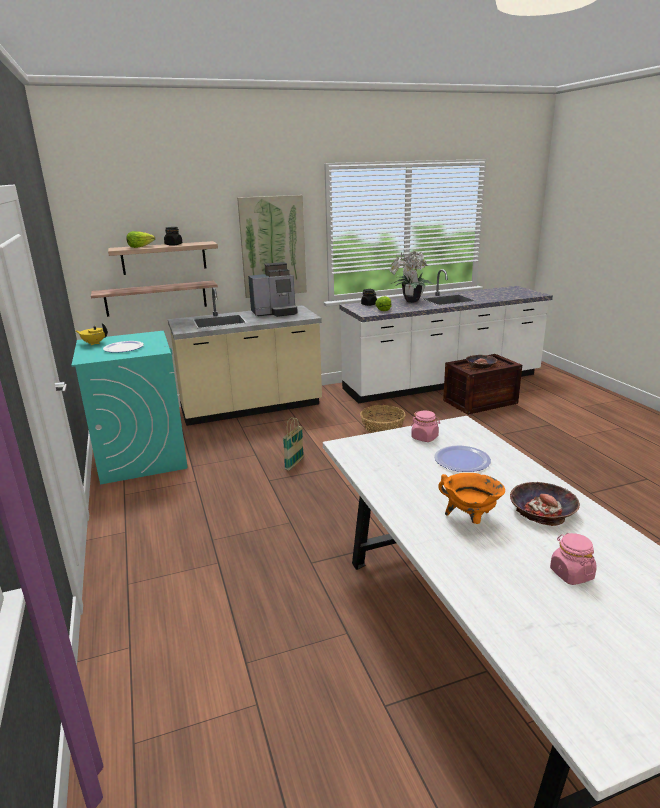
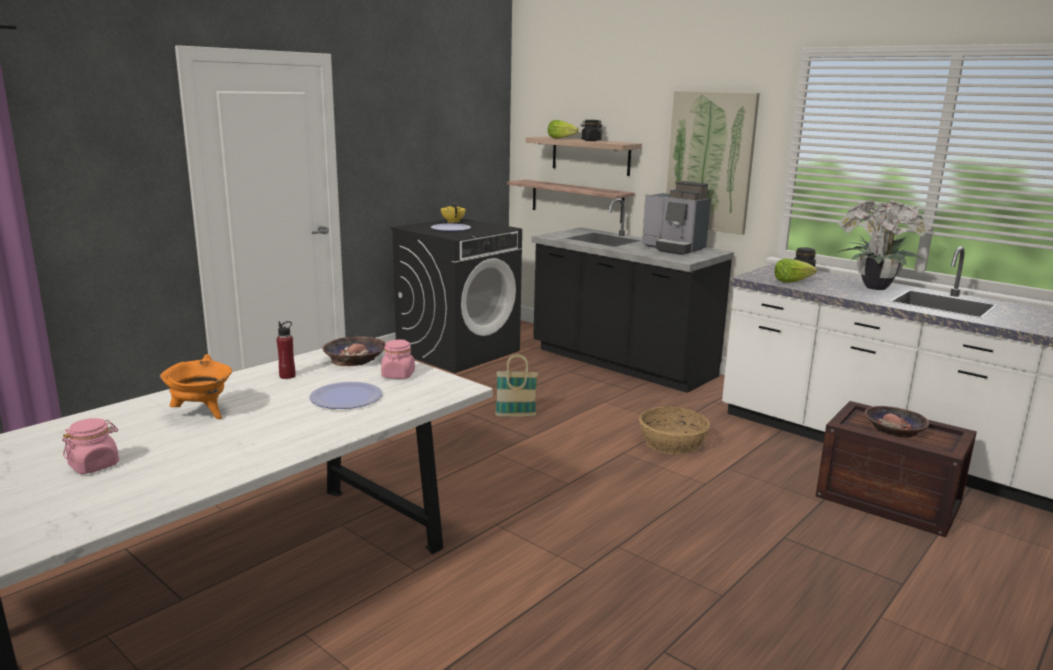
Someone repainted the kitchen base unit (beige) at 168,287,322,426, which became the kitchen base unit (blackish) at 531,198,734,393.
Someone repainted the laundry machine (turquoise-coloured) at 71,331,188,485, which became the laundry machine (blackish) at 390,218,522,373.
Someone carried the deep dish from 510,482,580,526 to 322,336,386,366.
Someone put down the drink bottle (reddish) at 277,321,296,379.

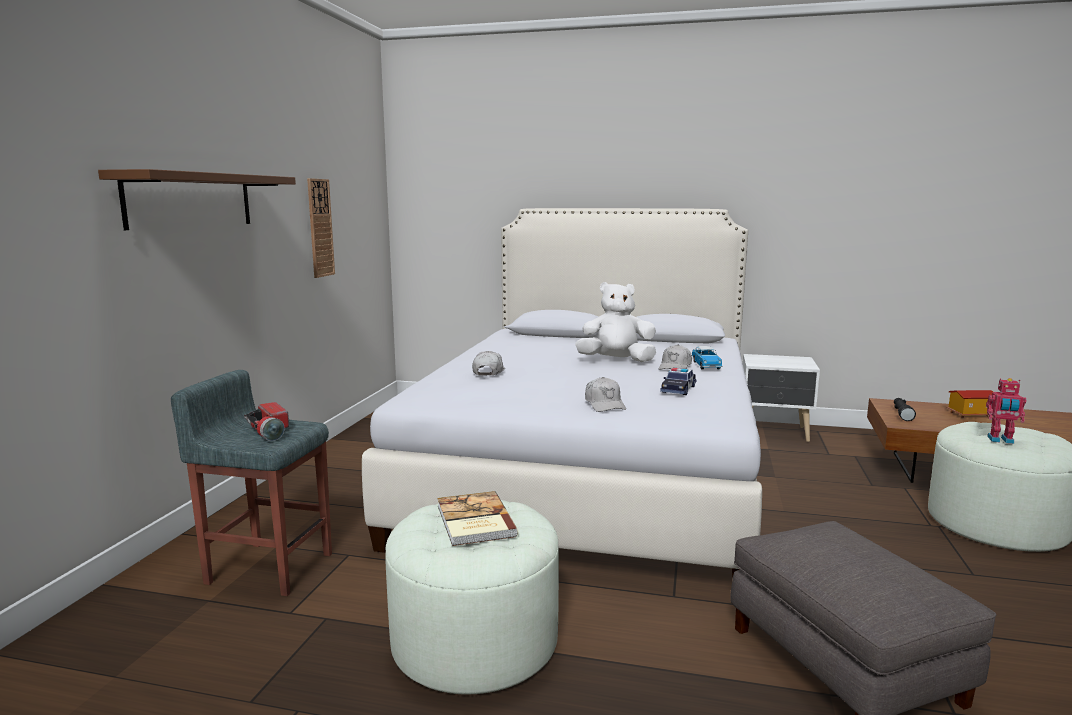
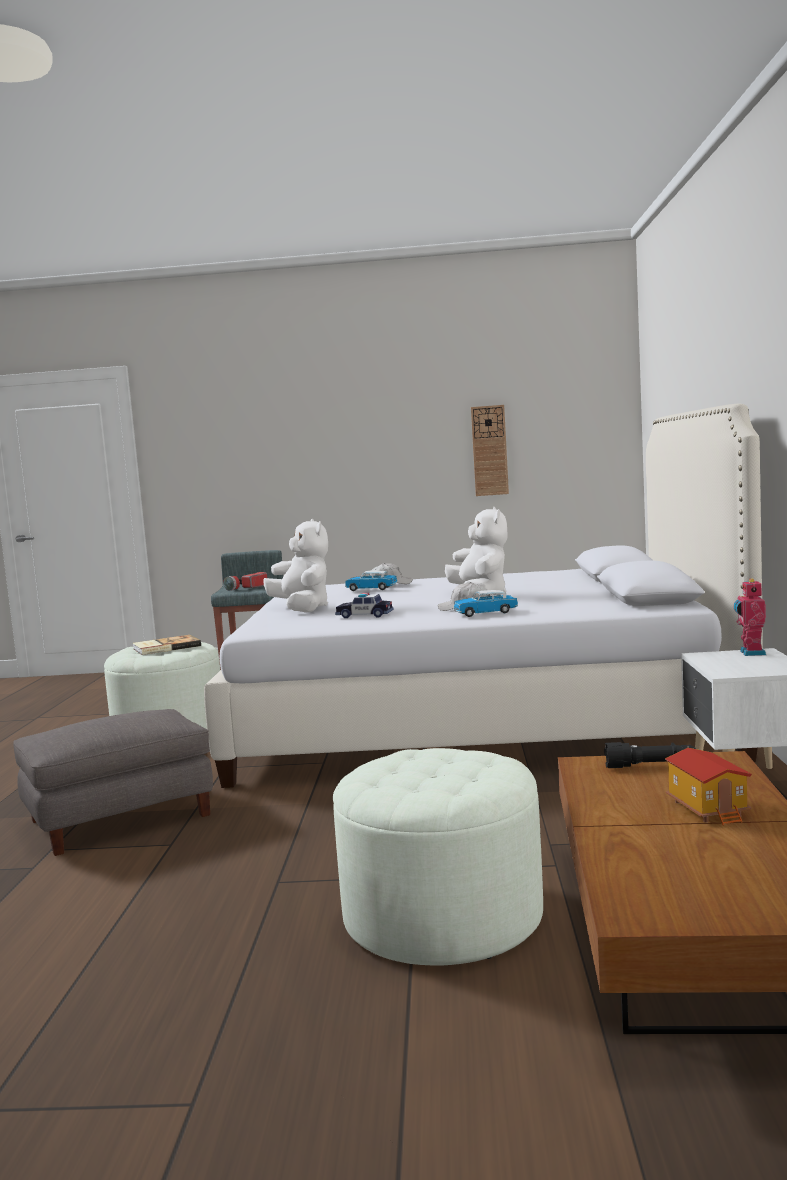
Someone took away the bracket shelf (brown-coloured) at 98,169,296,230.
Someone swapped the peaked cap (white-coloured) at 585,377,626,412 for the plush toy (white-coloured) at 263,519,328,613.
Someone carried the model robot from 986,378,1026,444 to 734,579,766,656.
Someone put down the toy car at 345,570,398,591.

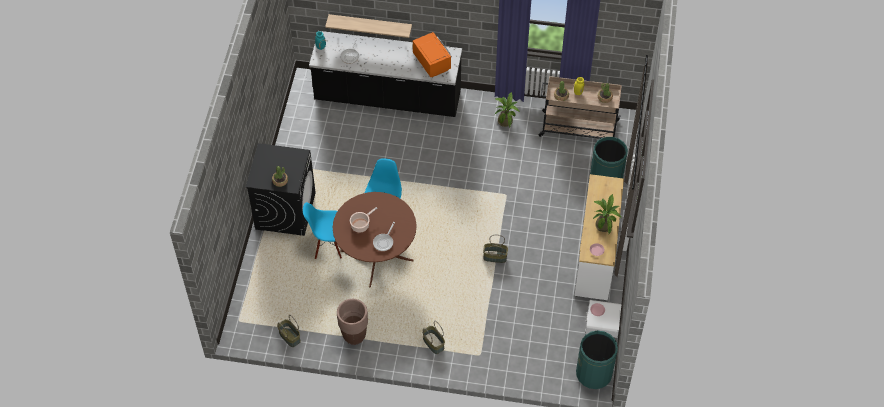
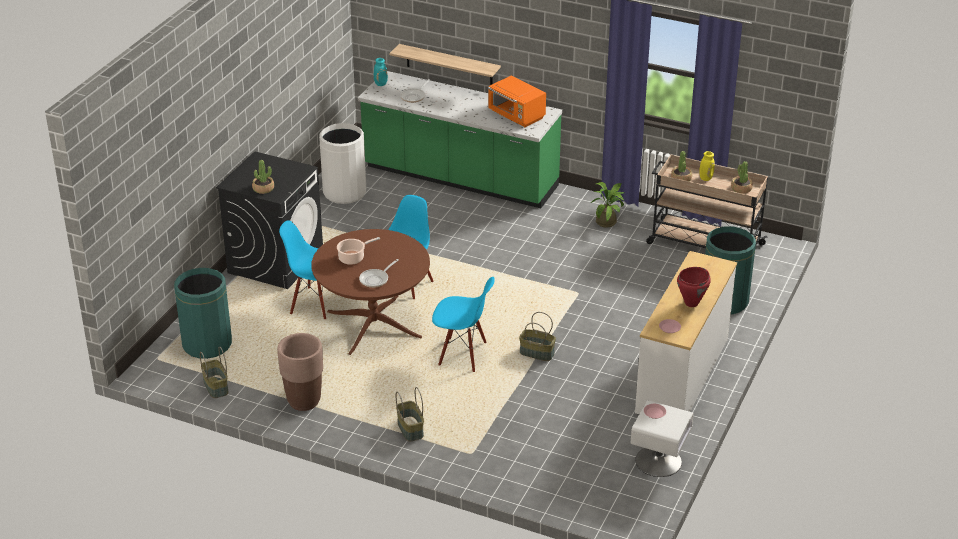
Someone repainted the kitchen base unit (blackish) at 309,31,462,117, which became the kitchen base unit (green) at 358,71,562,208.
Someone rotated the microwave (orange) at 413,32,452,77 by 150 degrees clockwise.
Someone swapped the potted plant at 593,194,621,234 for the cooking pot (reddish) at 677,267,711,307.
Someone carried the trash can (green) from 576,330,618,389 to 174,268,232,359.
Someone put down the trash can (white-coloured) at 319,123,366,204.
Someone put down the plain chair (blue-coloured) at 432,277,495,372.

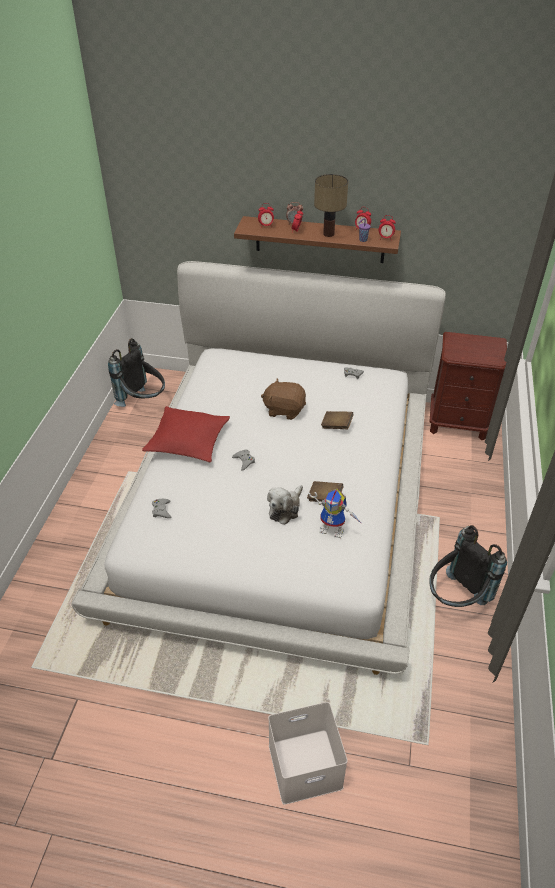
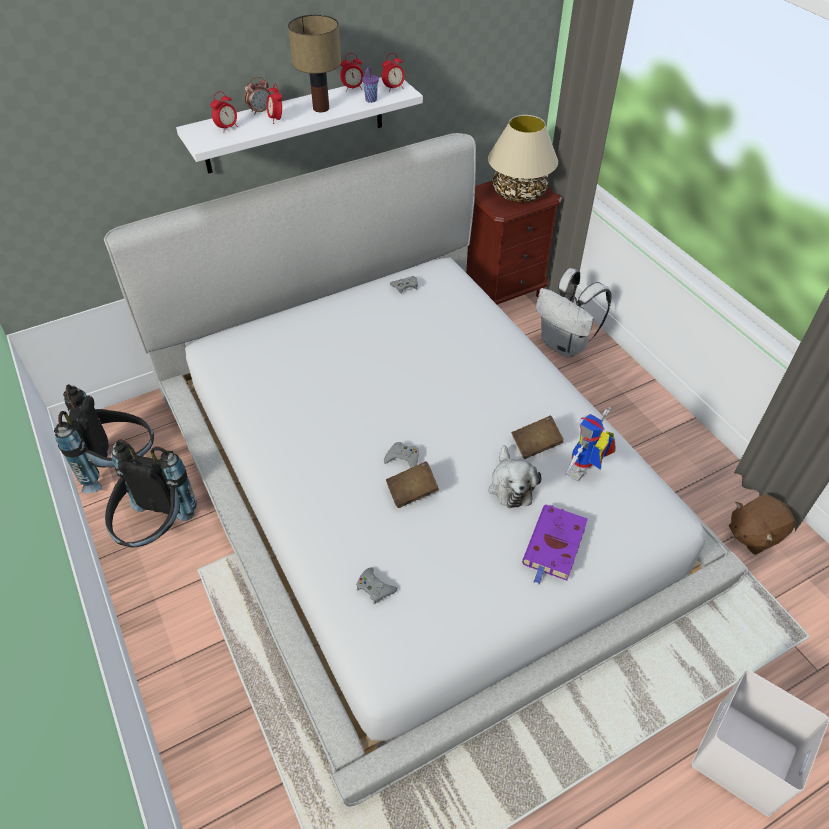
Someone repainted the bracket shelf (brown-coloured) at 234,216,401,263, which became the bracket shelf (white-coloured) at 176,77,423,174.
Someone carried the plush toy (brown-coloured) from 261,378,306,420 to 728,494,796,555.
Someone took away the cushion (reddish) at 142,406,230,463.
Someone carried the bound book (brown-coloured) from 321,411,354,429 to 386,461,439,508.
Someone rotated the model robot at 309,489,362,538 by 150 degrees clockwise.
Someone carried the knapsack (blackish) from 429,525,507,607 to 105,439,197,548.
Someone put down the tabletop lamp (beige) at 488,115,558,202.
Someone put down the knapsack (white-coloured) at 536,268,612,358.
Someone put down the bound book (purple-coloured) at 522,505,588,585.

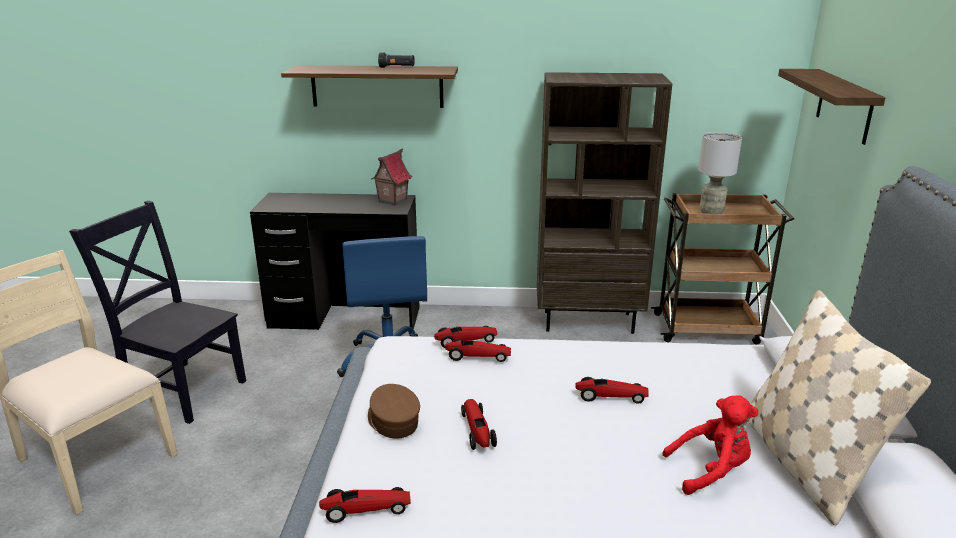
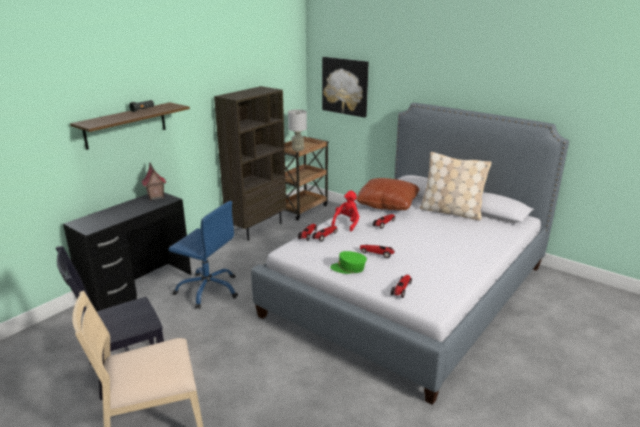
Someone swapped the bracket shelf at 778,69,885,145 for the picture at 322,57,369,118.
Someone repainted the peaked cap (brown-coloured) at 368,384,420,439, which became the peaked cap (green) at 330,251,367,274.
Someone carried the plush toy (reddish) from 662,396,759,495 to 331,191,359,231.
Someone put down the cushion (brown-coloured) at 356,178,420,210.

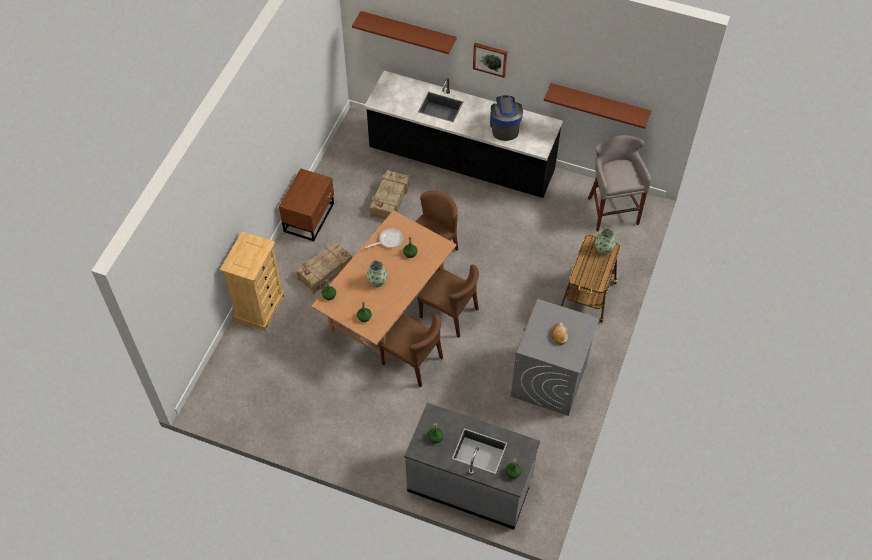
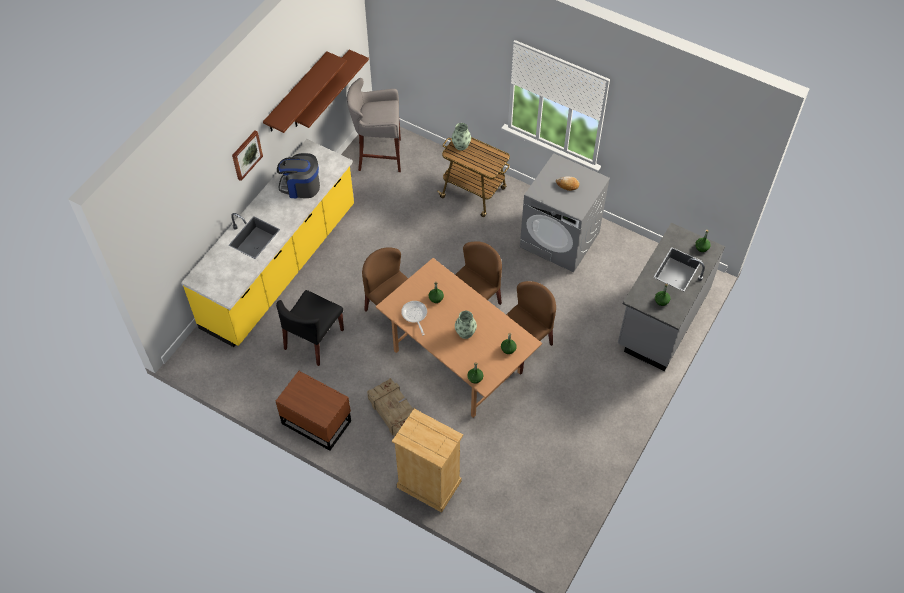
Someone carried the bracket shelf (brown-coloured) from 352,11,457,54 to 263,52,347,133.
Someone repainted the kitchen base unit (blackish) at 364,71,563,198, which became the kitchen base unit (yellow-coloured) at 181,139,354,347.
Someone swapped the crate at 370,170,409,219 for the plain chair (blackish) at 276,290,344,366.

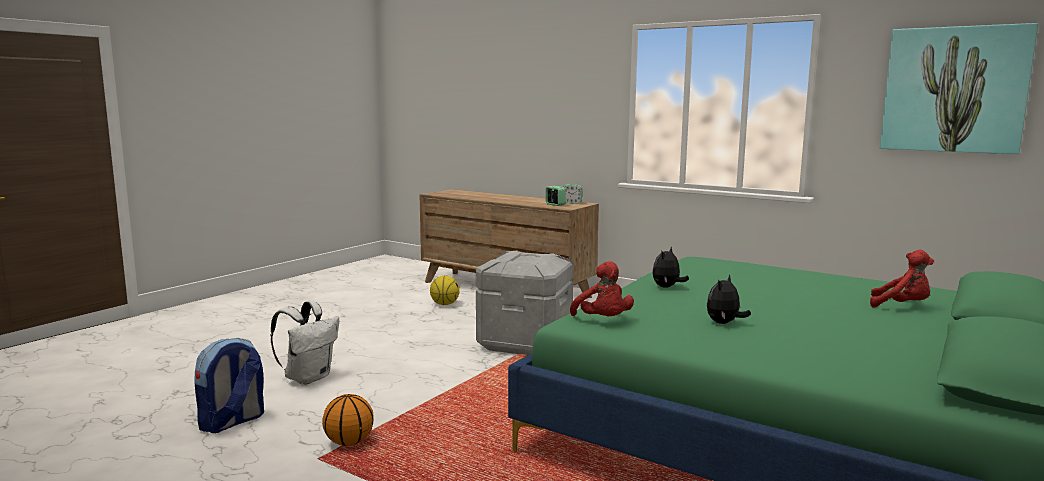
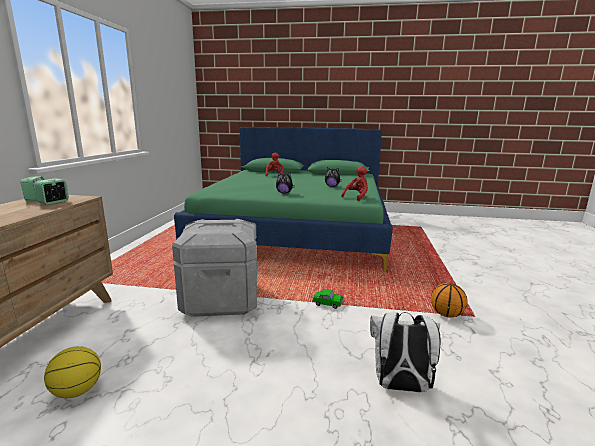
Someone took away the picture at 880,23,1038,154.
Someone took away the knapsack at 194,338,264,433.
Someone put down the toy car at 312,289,343,309.

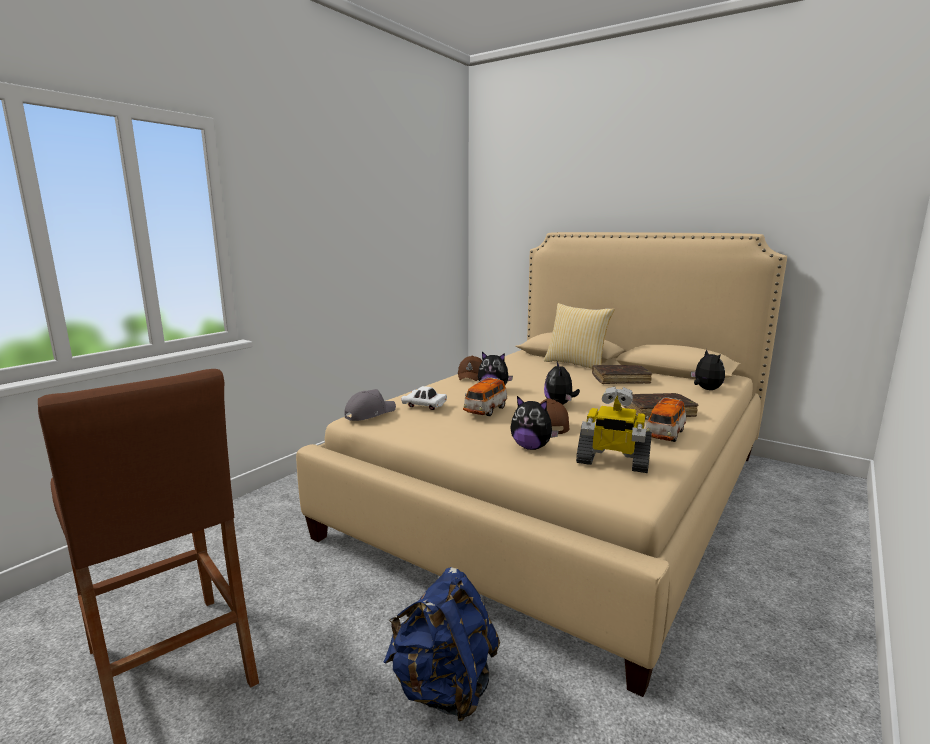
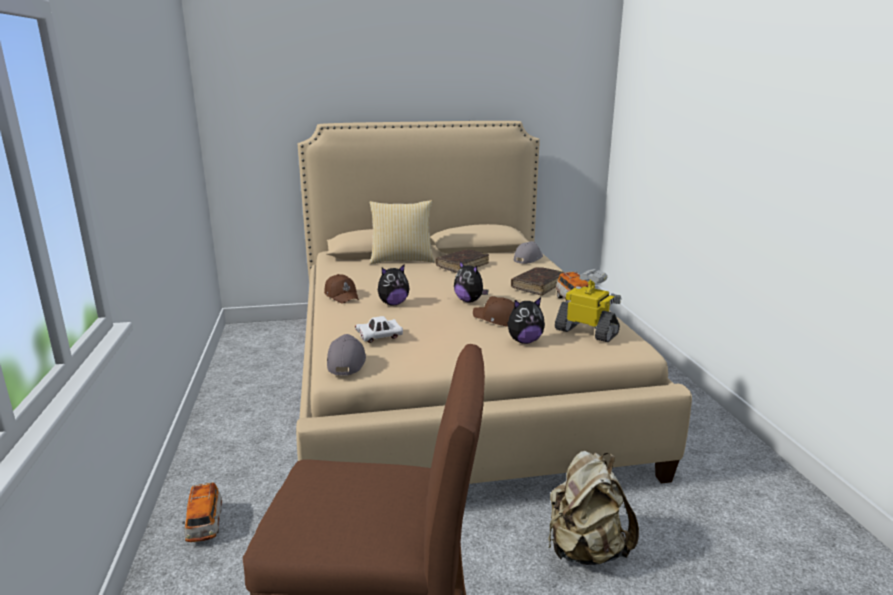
Someone swapped the plush toy at 691,349,725,390 for the peaked cap (grey) at 514,241,543,264.
Someone carried the toy car from 463,377,507,416 to 182,482,222,542.
Someone rotated the model robot at 576,387,652,473 by 120 degrees counterclockwise.
Someone repainted the knapsack (blue-coloured) at 383,567,500,722, which became the knapsack (beige) at 548,451,639,565.

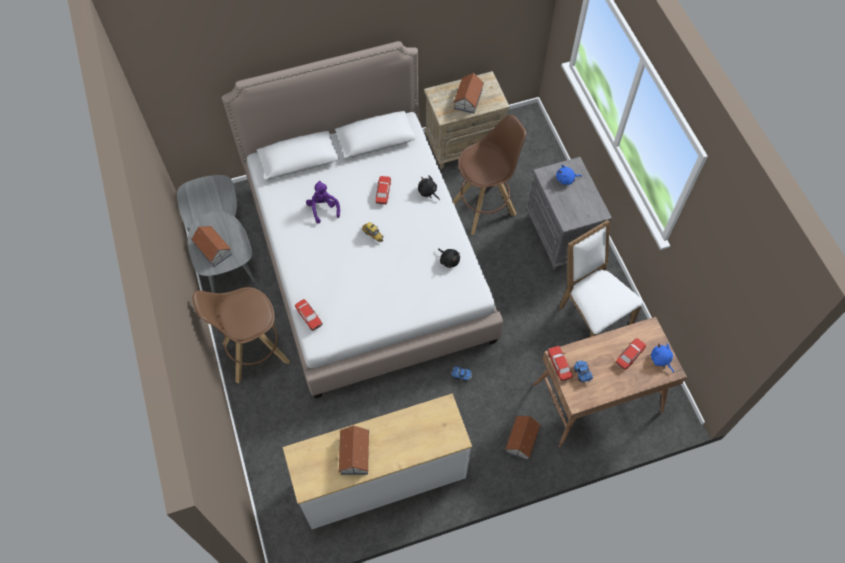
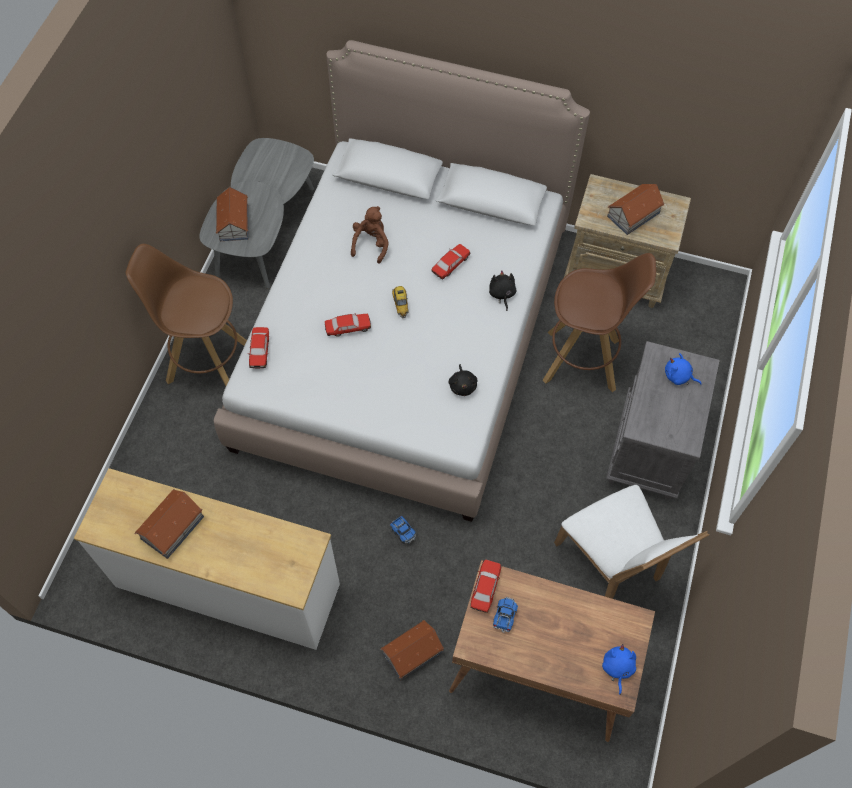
Someone repainted the plush toy (purple-coloured) at 306,181,340,224, which became the plush toy (brown-coloured) at 351,206,389,263.
Someone rotated the plain chair (white-coloured) at 559,220,643,337 by 150 degrees clockwise.
Someone carried the toy car from 615,338,646,370 to 325,313,371,337.

